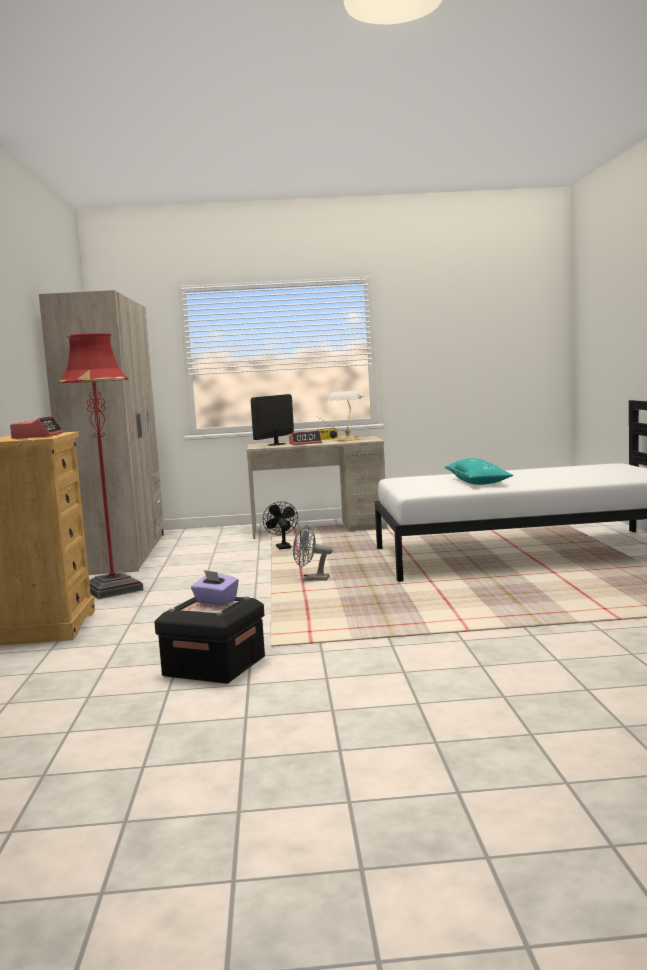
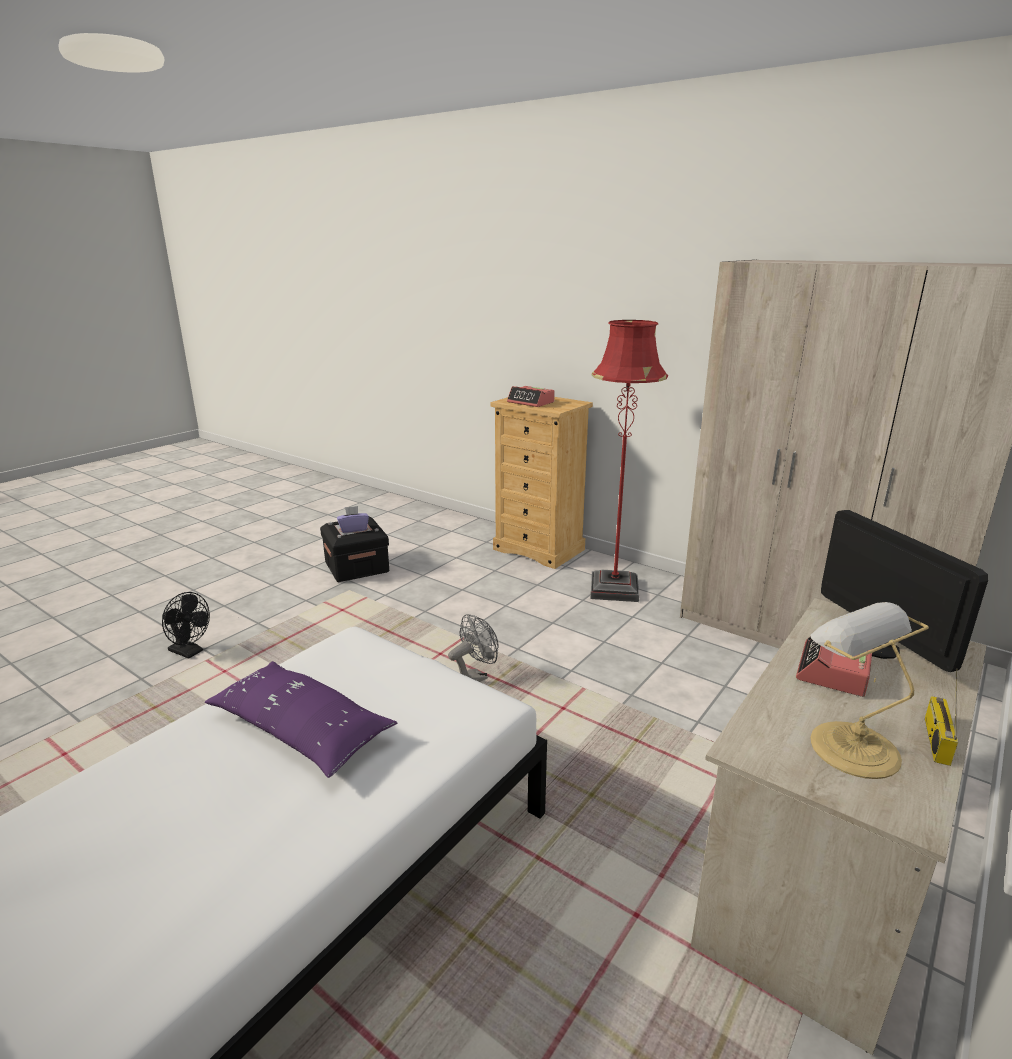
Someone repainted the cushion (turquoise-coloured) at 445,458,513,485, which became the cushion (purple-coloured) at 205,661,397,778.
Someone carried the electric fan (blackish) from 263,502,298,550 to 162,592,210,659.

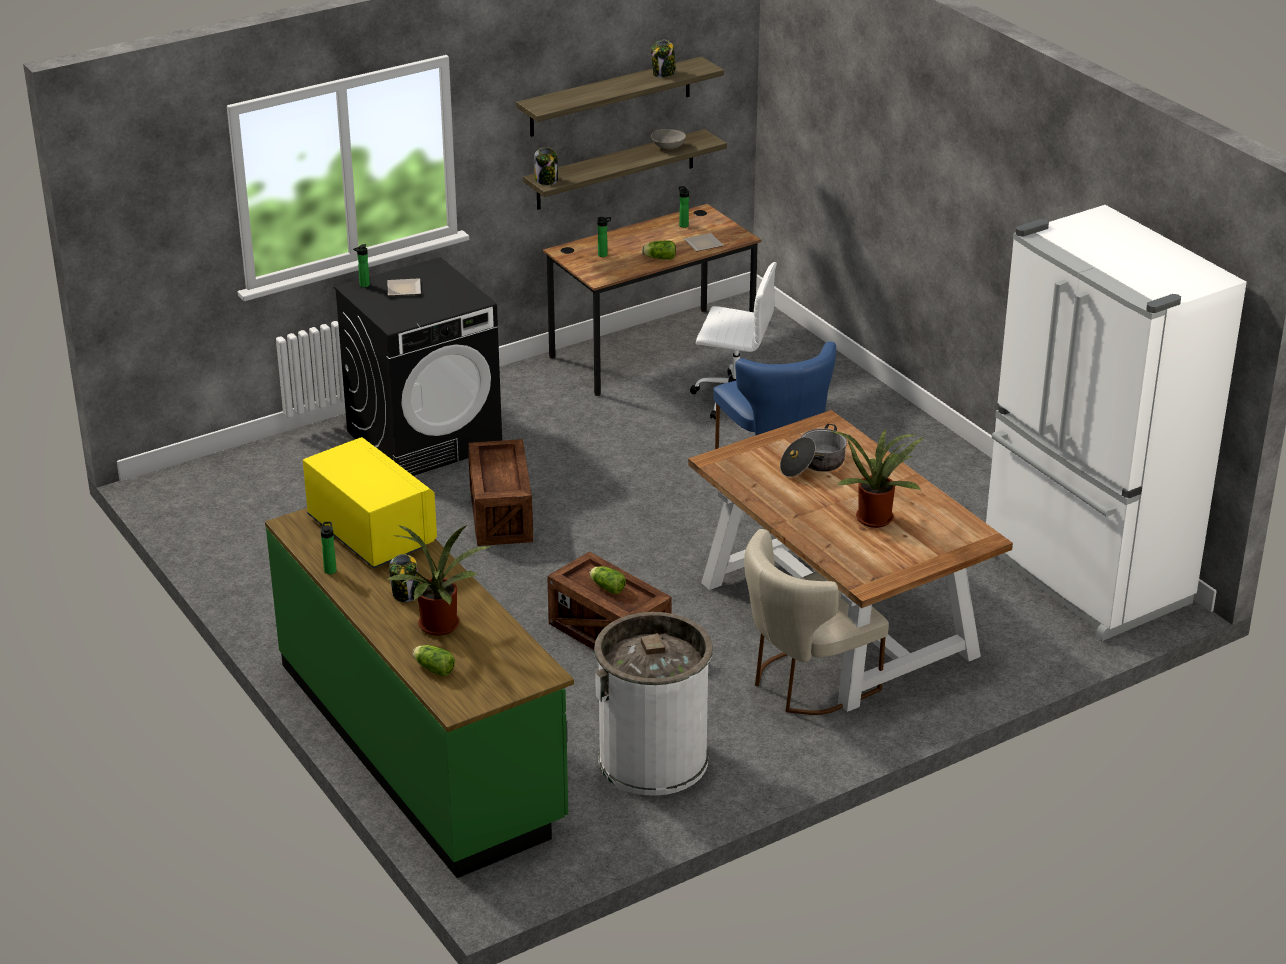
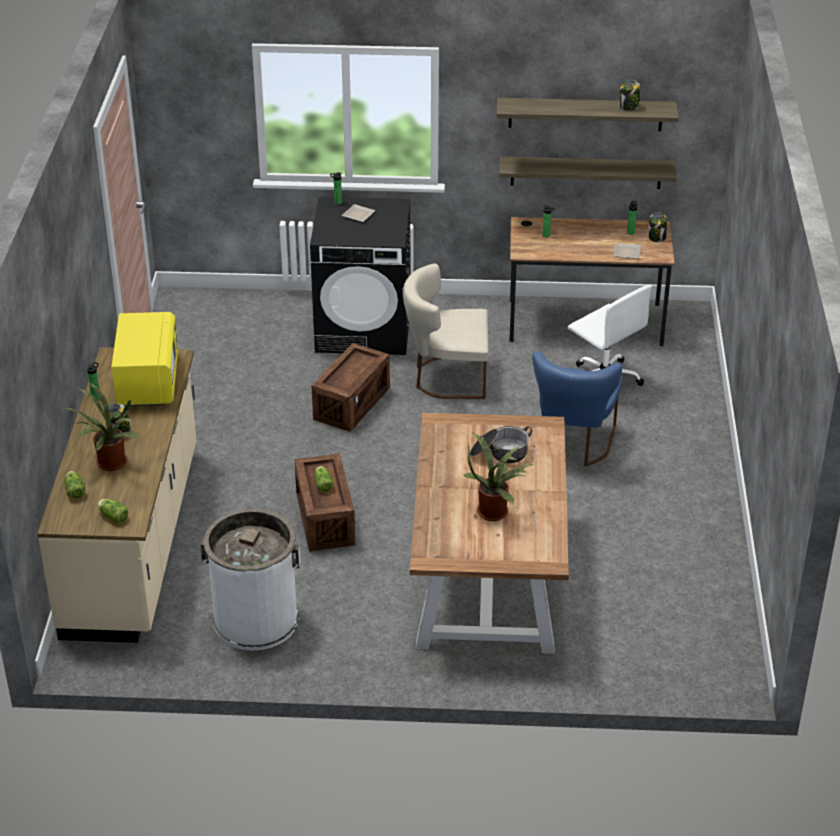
Someone took away the deep dish (grey) at 651,129,686,149.
Someone carried the jar from 534,147,558,185 to 648,212,667,242.
Someone took away the kitchen fridge (white-coloured) at 986,205,1247,641.
Someone carried the head of lettuce from 642,240,676,260 to 98,499,128,523.
Someone repainted the kitchen base unit (green) at 265,508,574,878, which became the kitchen base unit (beige) at 37,347,196,643.
Someone carried the plain chair (beige) from 744,529,889,715 to 402,263,489,399.

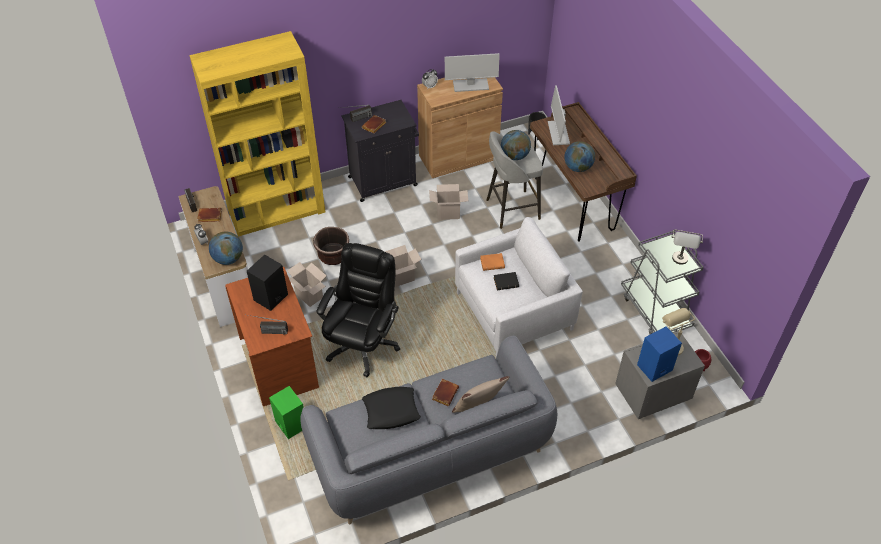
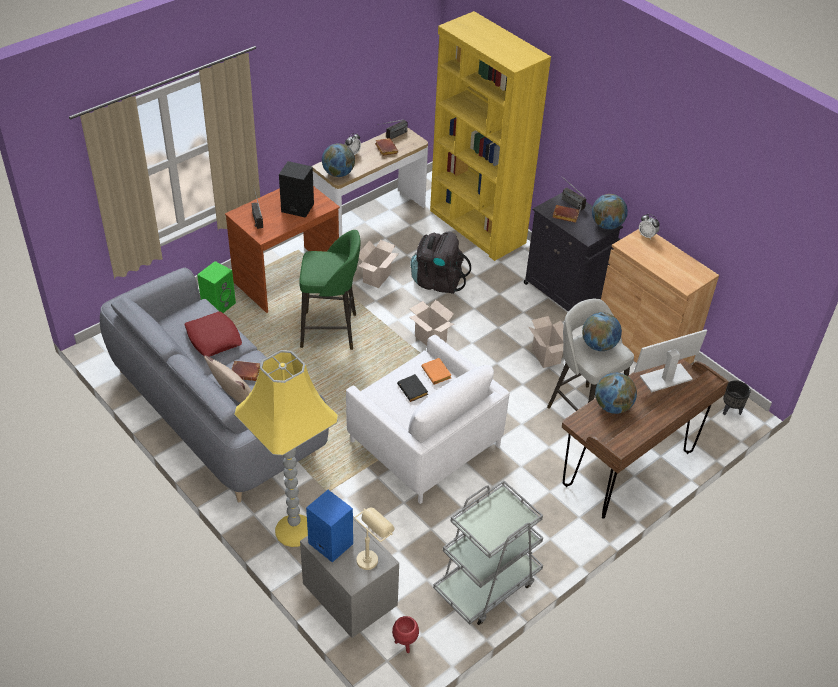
Someone took away the computer screen at 445,53,500,92.
Someone swapped the planter (brown-coloured) at 313,227,349,265 for the knapsack (blackish) at 410,232,471,294.
Someone took away the tabletop lamp (grey) at 672,229,703,265.
Someone swapped the computer chair (blackish) at 316,243,400,377 for the stool seat (green) at 299,230,361,350.
Someone repainted the cushion (blackish) at 362,387,421,429, which became the cushion (reddish) at 185,311,242,357.
Someone put down the world globe at 592,194,628,229.
Someone put down the standing lamp (yellow-coloured) at 234,350,338,547.

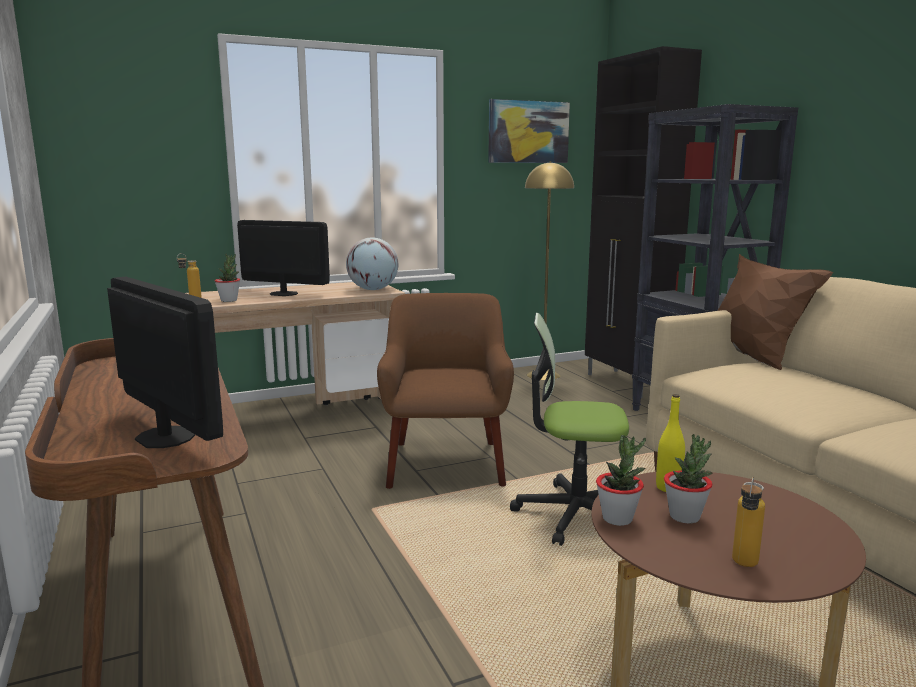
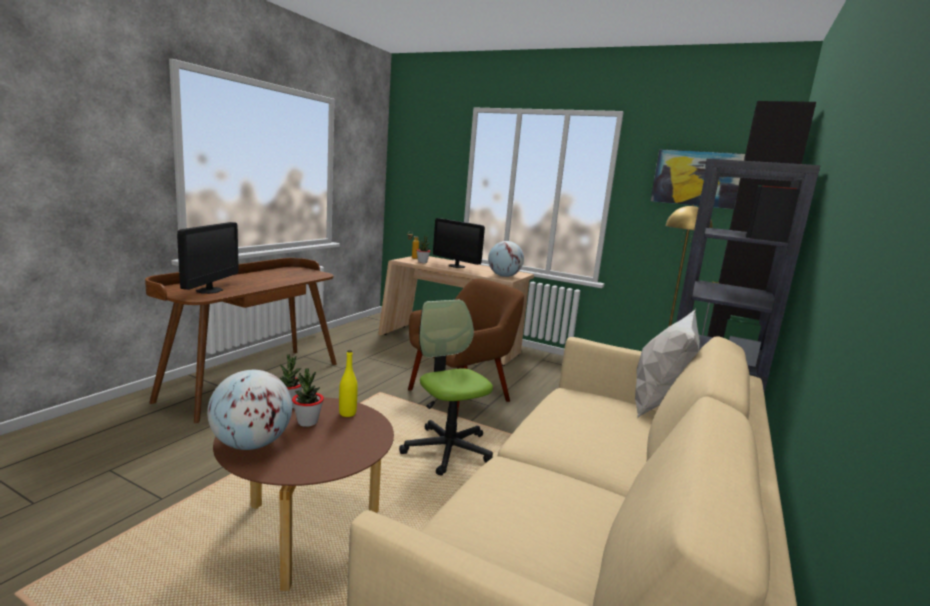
Someone rotated the computer screen at 237,220,330,296 by 150 degrees clockwise.
Someone repainted the cushion (brown-coloured) at 717,254,833,370, which became the cushion (white-coloured) at 635,309,700,418.
Someone swapped the drink bottle at 732,477,765,567 for the world globe at 207,370,292,450.

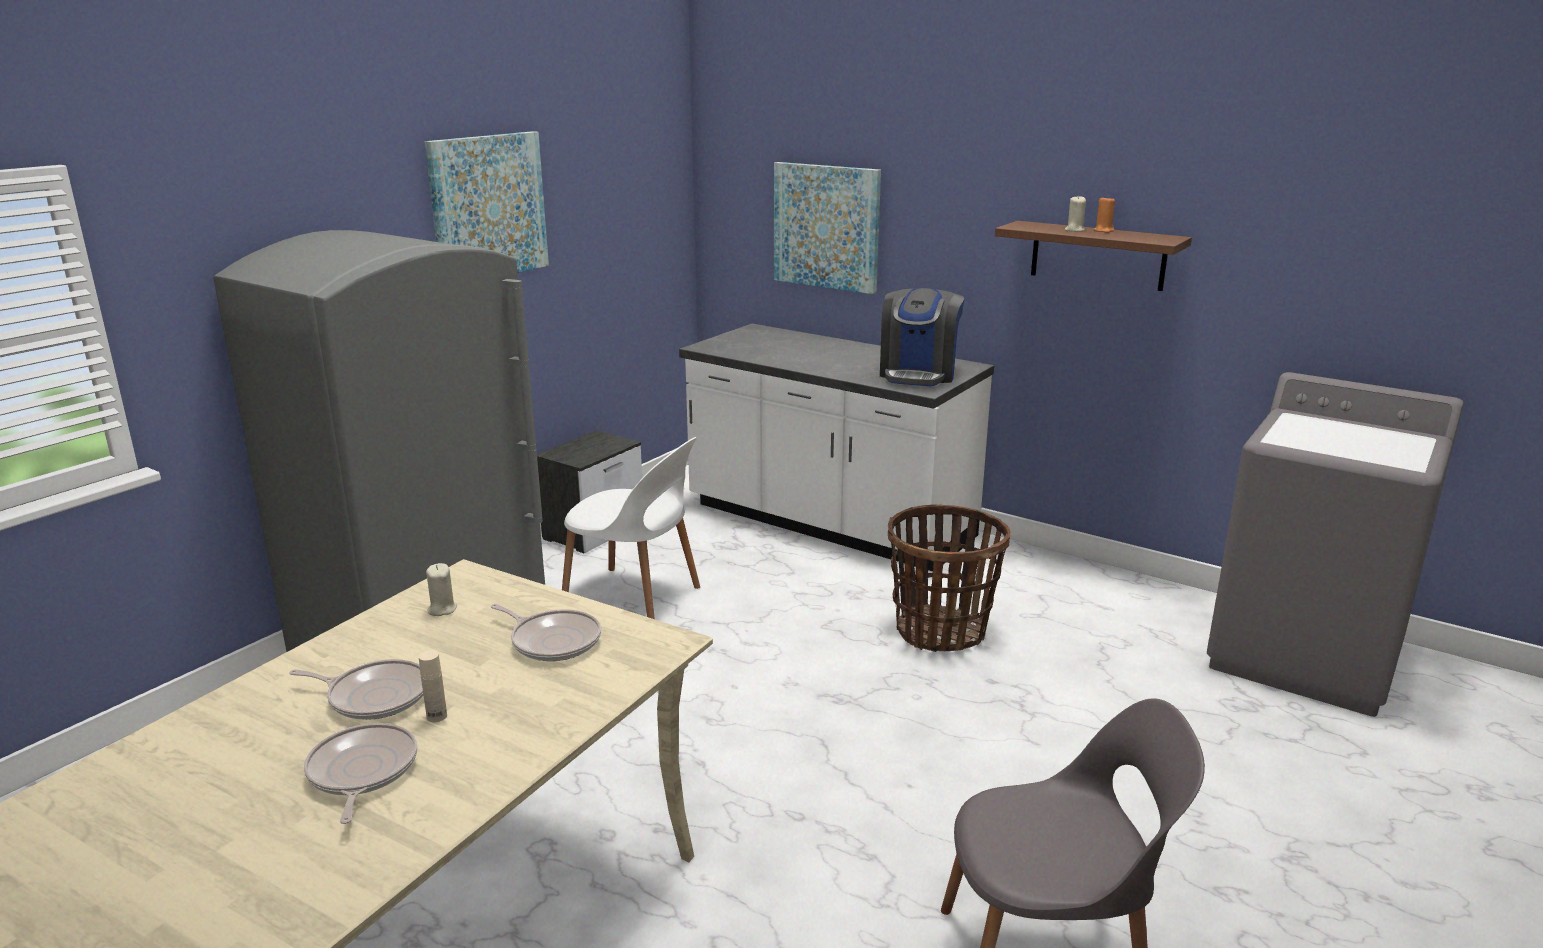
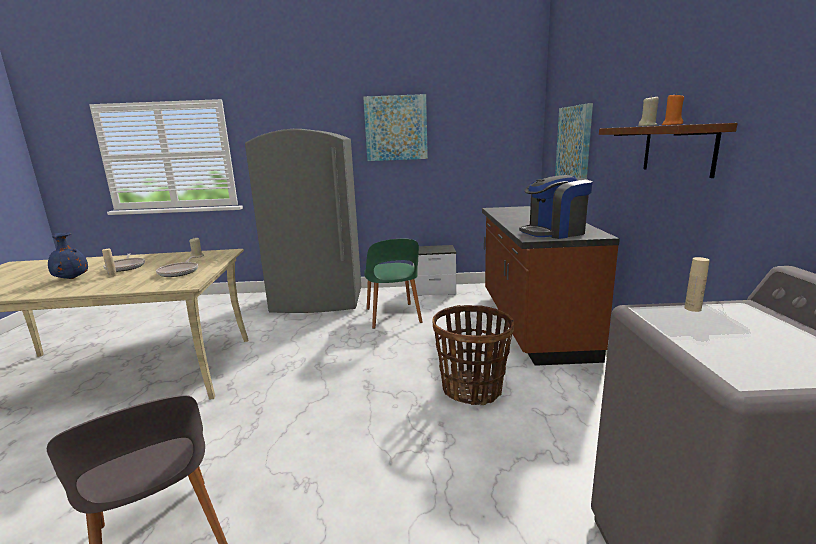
Someone repainted the kitchen base unit (white-coloured) at 679,324,994,571, which became the kitchen base unit (brown-coloured) at 482,206,620,366.
Someone repainted the plain chair (white-coloured) at 562,437,700,619, which became the plain chair (green) at 364,239,422,329.
Someone swapped the frying pan at 304,723,417,824 for the vase (blue-coloured) at 48,232,88,279.
Someone put down the drink bottle (beige) at 685,257,709,312.

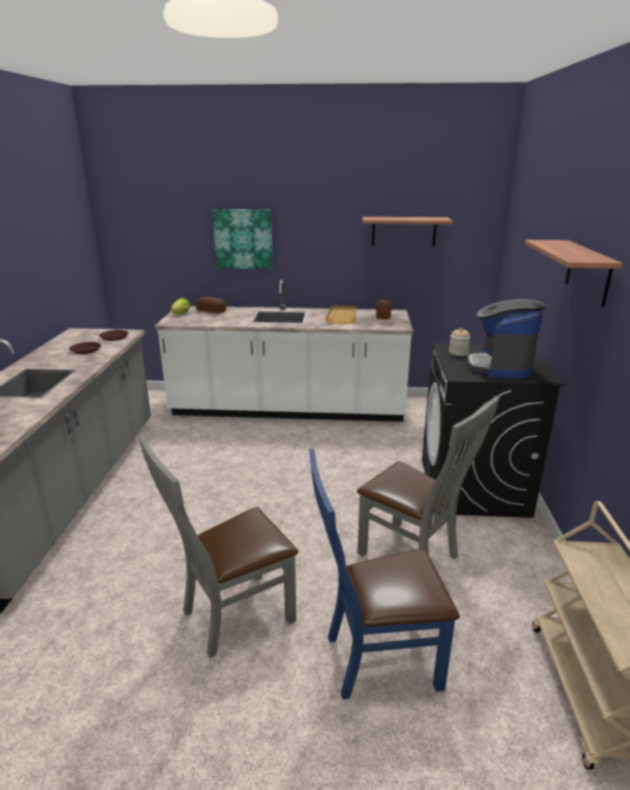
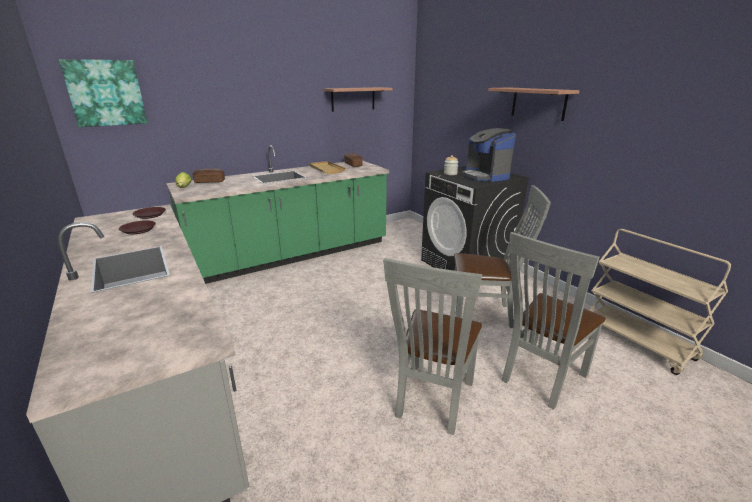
Someone carried the picture from 212,209,273,269 to 59,59,148,127.
Someone repainted the kitchen base unit (white-coloured) at 155,280,413,422, which became the kitchen base unit (green) at 166,145,389,284.
Someone repainted the plain chair (blue-coloured) at 309,448,460,699, which became the plain chair (grey) at 501,232,606,410.

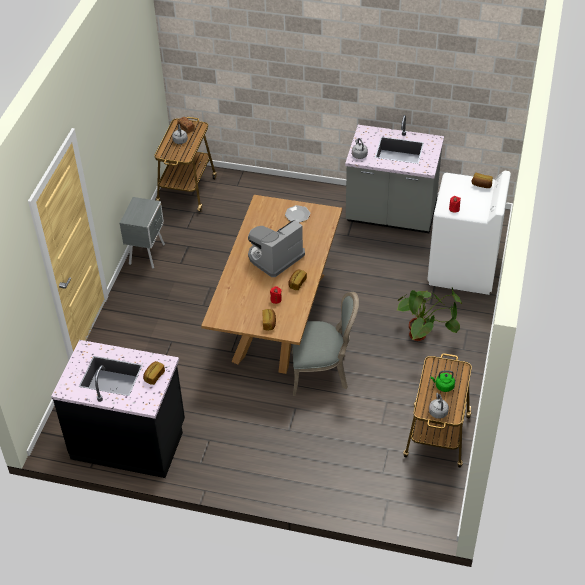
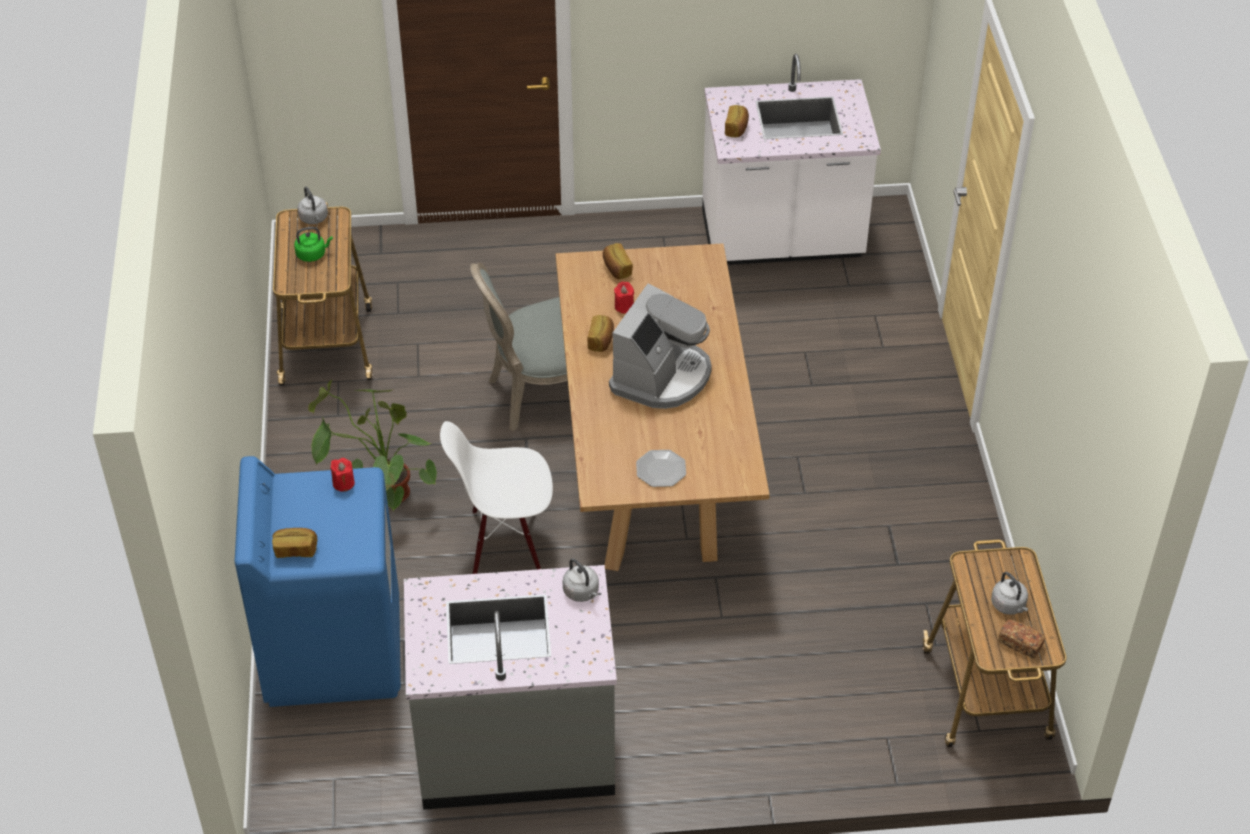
Someone repainted the laundry machine (white-coloured) at 427,171,511,295, which became the laundry machine (blue-coloured) at 234,456,401,707.
Someone took away the nightstand (grey) at 120,197,165,268.
Someone repainted the kitchen base unit (blackish) at 51,340,185,478, which became the kitchen base unit (white-coloured) at 702,54,881,265.
Someone put down the plain chair (white-coloured) at 440,421,553,574.

